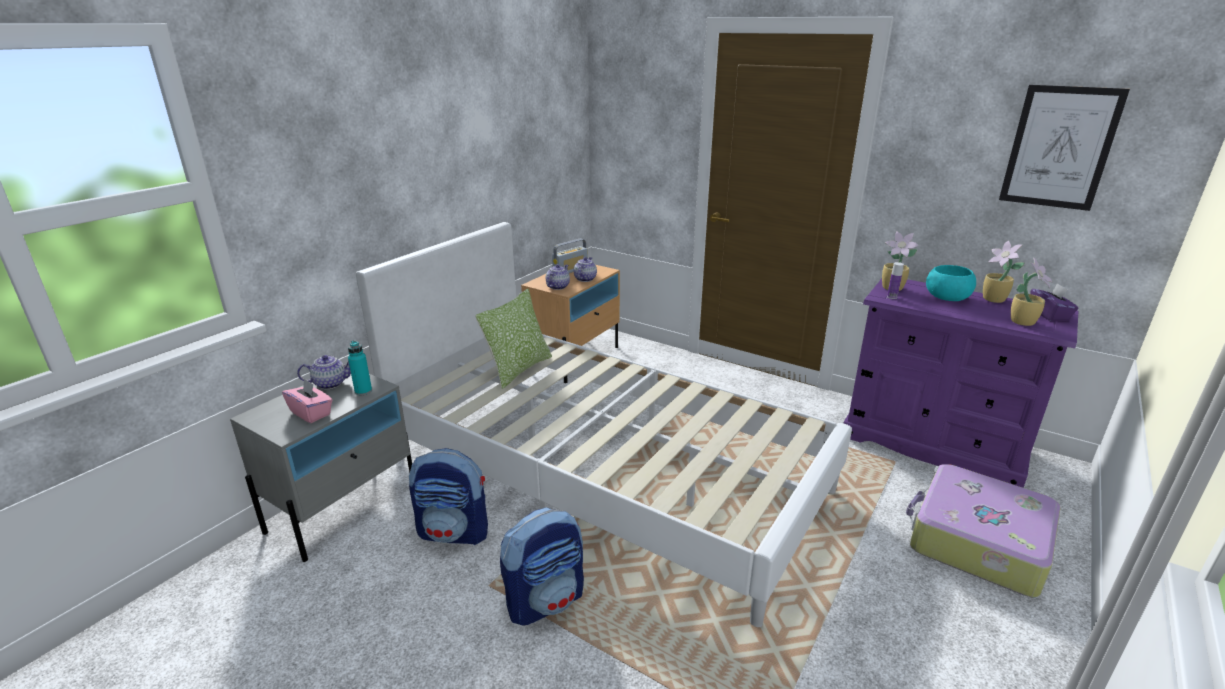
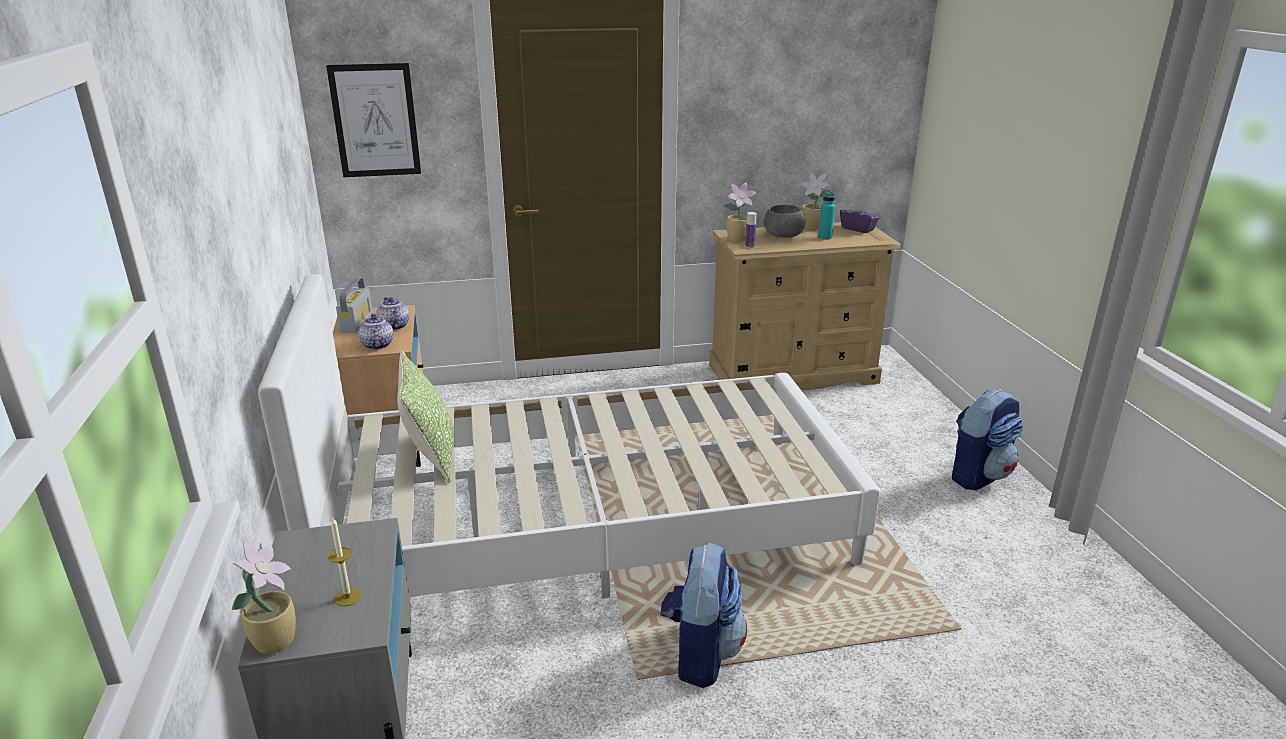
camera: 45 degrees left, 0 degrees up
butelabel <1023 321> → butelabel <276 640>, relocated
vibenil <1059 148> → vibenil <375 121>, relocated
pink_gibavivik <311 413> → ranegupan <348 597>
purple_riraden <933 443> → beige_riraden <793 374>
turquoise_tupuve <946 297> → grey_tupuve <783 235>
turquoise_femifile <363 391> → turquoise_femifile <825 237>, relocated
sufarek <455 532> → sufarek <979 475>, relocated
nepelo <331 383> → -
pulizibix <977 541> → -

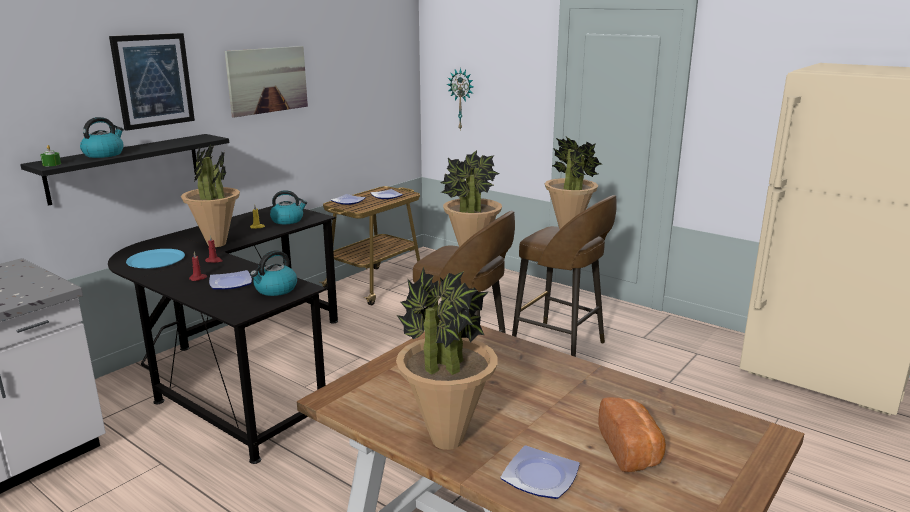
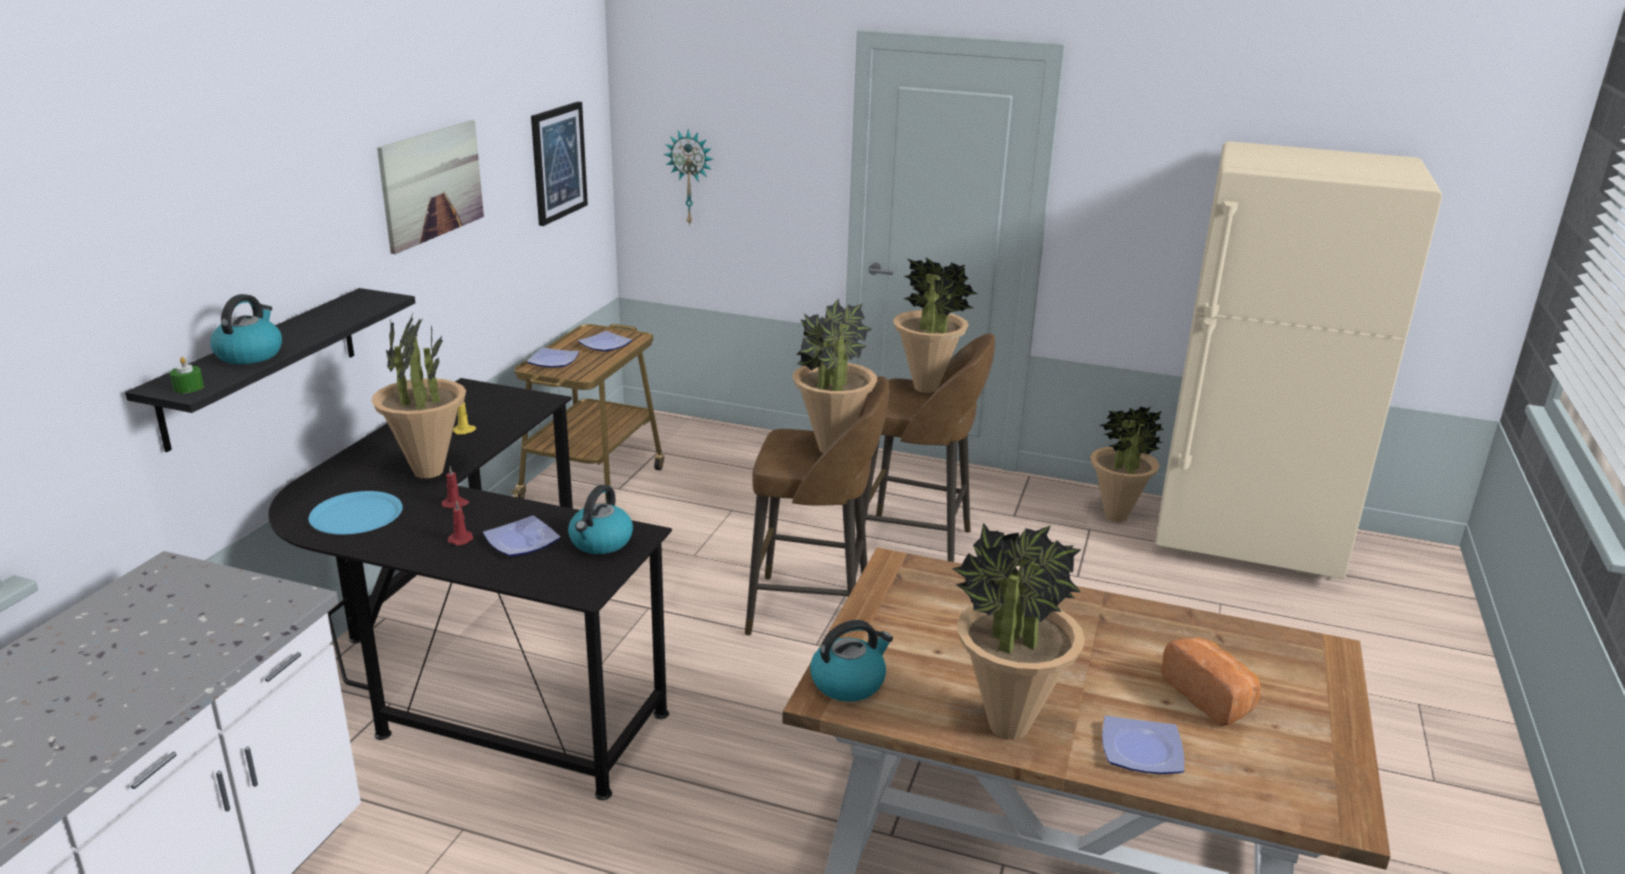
camera: 20 degrees left, 5 degrees up
vibenil <153 80> → vibenil <558 162>, relocated
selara <288 220> → selara <848 682>, relocated
- → butelabel <1116 517>

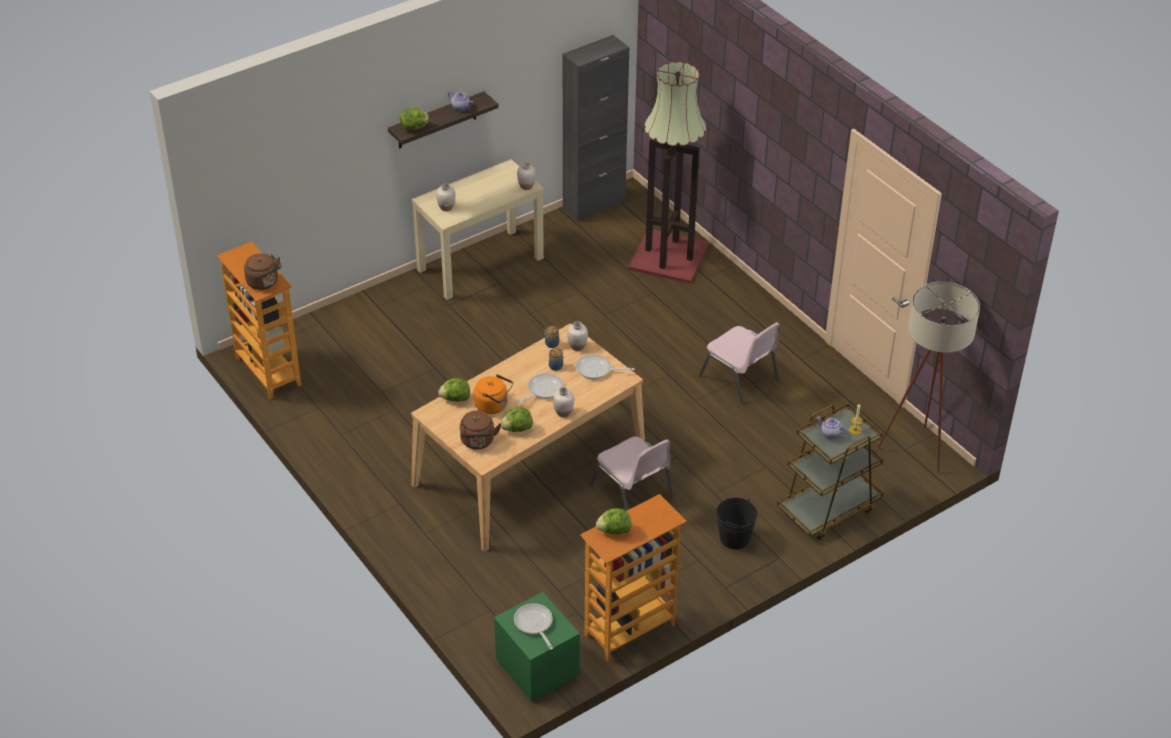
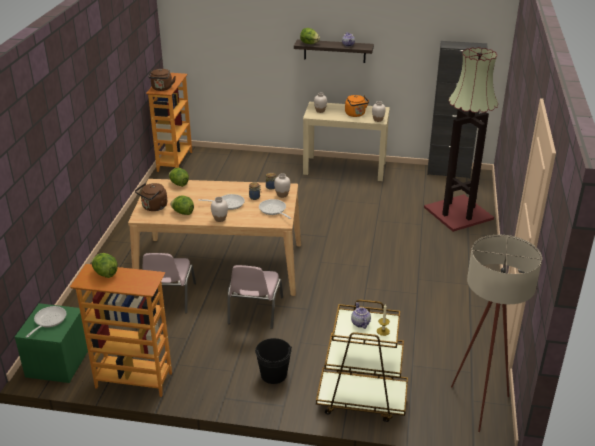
camera: 45 degrees right, 10 degrees down
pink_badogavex <740 378> → pink_badogavex <168 298>, relocated
orange_selara <493 406> → orange_selara <356 114>, relocated

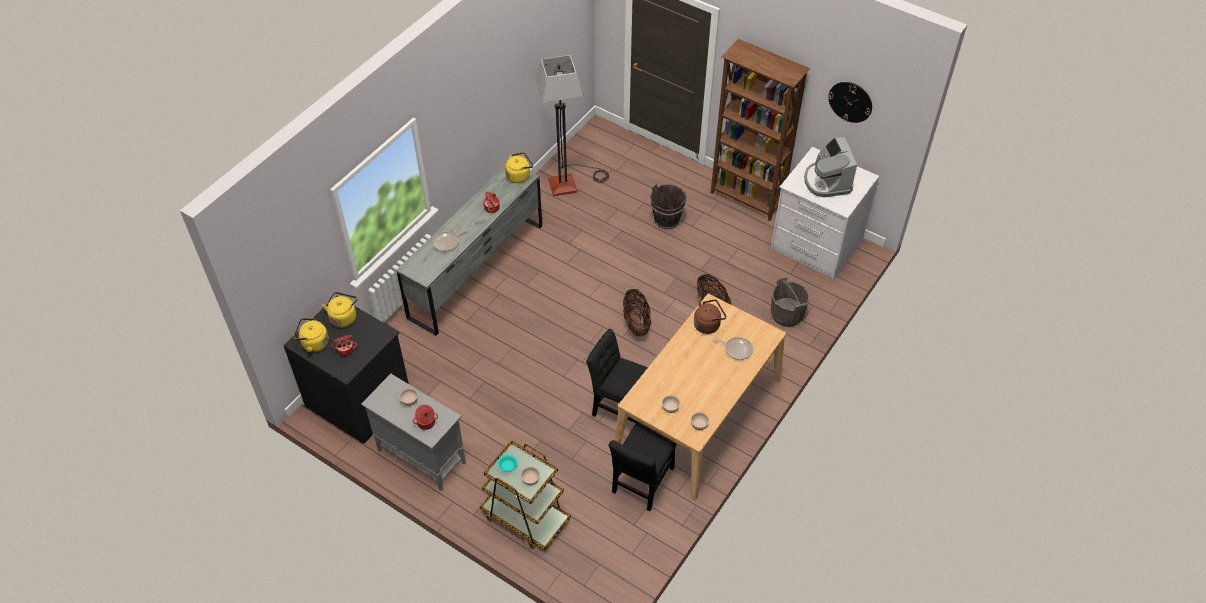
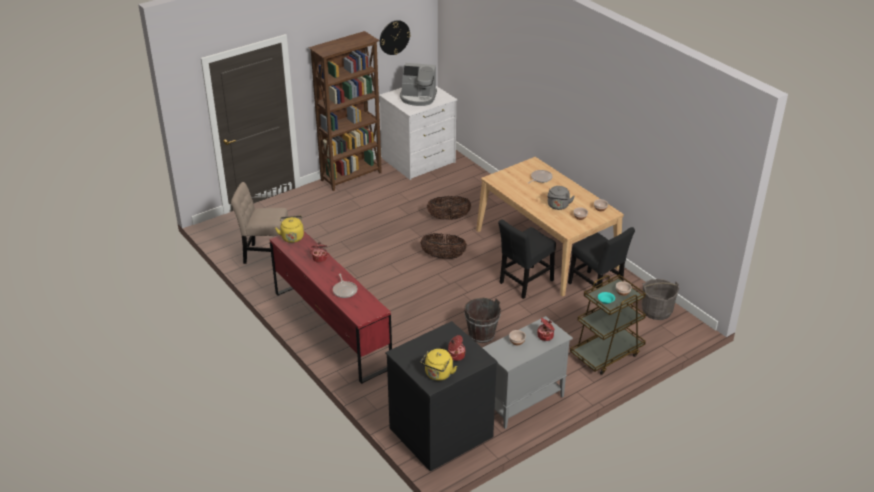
camera: 70 degrees left, 15 degrees down
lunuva <571 182> → beige_badogavex <265 255>
grey_riraden <477 271> → red_riraden <331 329>
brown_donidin <666 220> → brown_donidin <481 335>, relocated
- → grey_selara <558 206>
grey_donidin <787 314> → grey_donidin <656 311>, relocated
yellow_selara <344 317> → -
brown_selara <708 324> → -

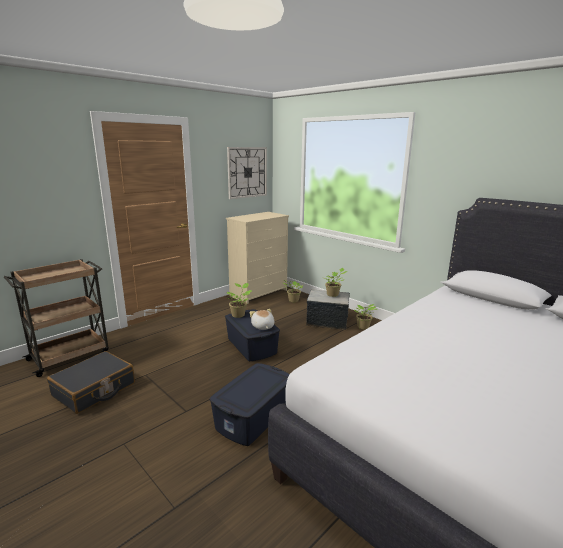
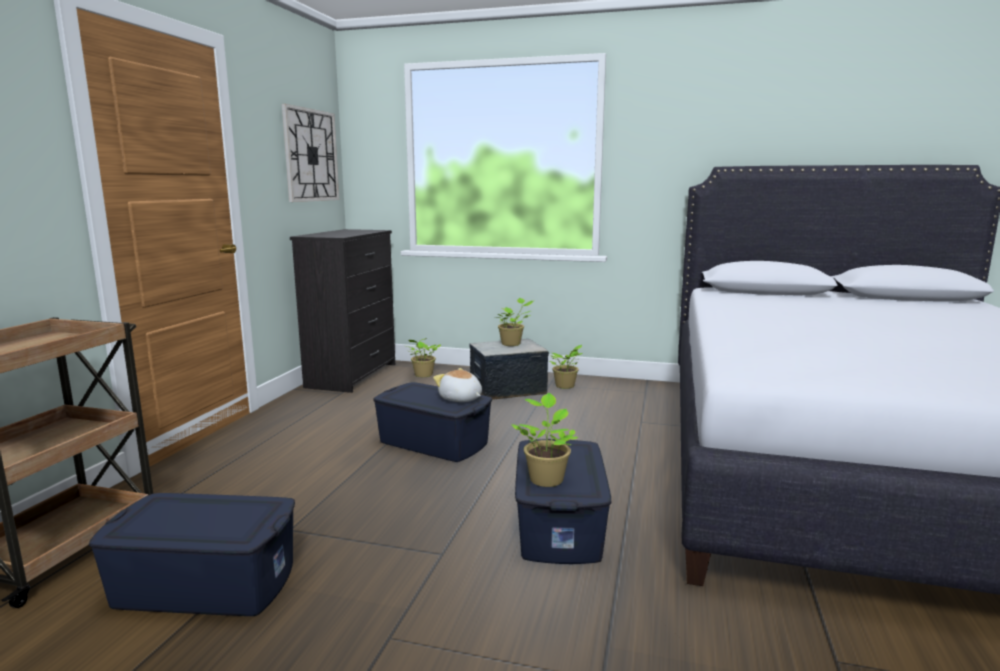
camera: 30 degrees left, 5 degrees down
black_pulizibix <94 390> → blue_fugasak <206 584>
beige_riraden <259 293> → black_riraden <353 375>
butelabel <239 314> → butelabel <546 478>, relocated

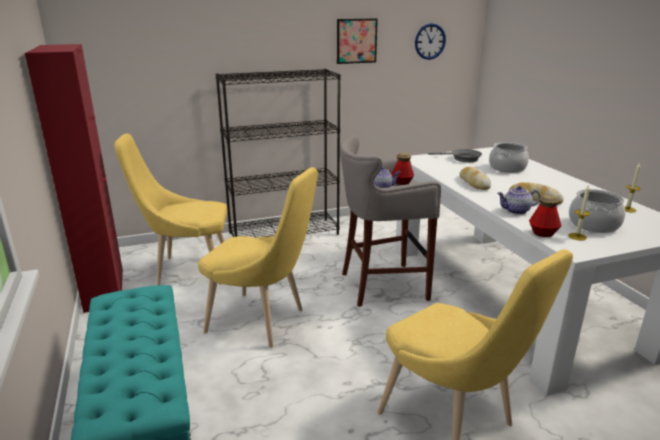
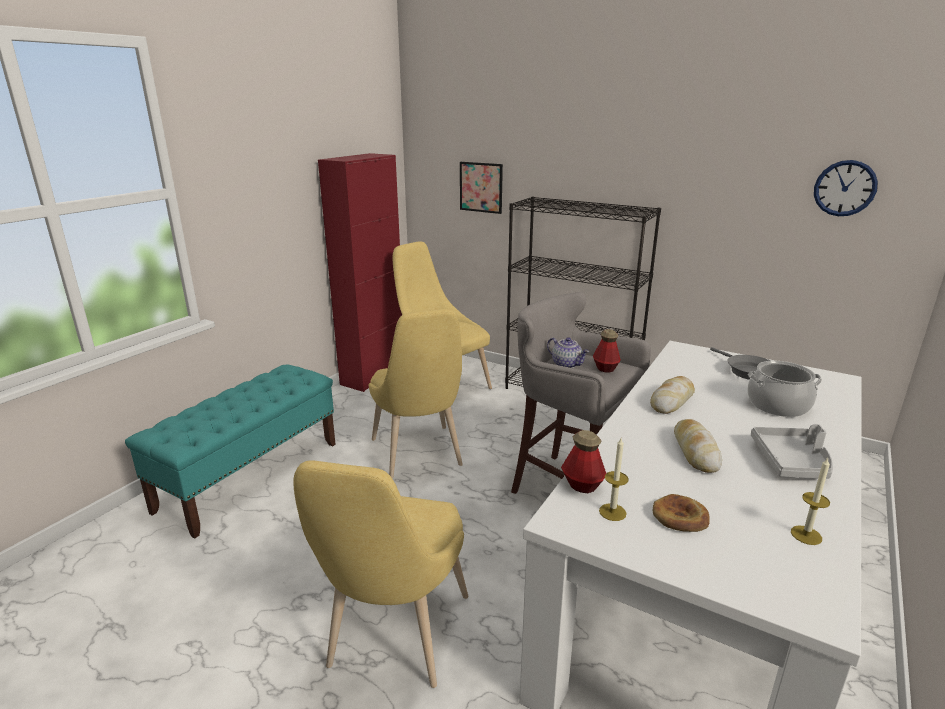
camera: 50 degrees right, 0 degrees up
vibenil <356 41> → vibenil <481 187>, relocated
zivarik <594 225> → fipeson <680 517>
- → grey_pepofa <791 462>
nepelo <516 211> → -

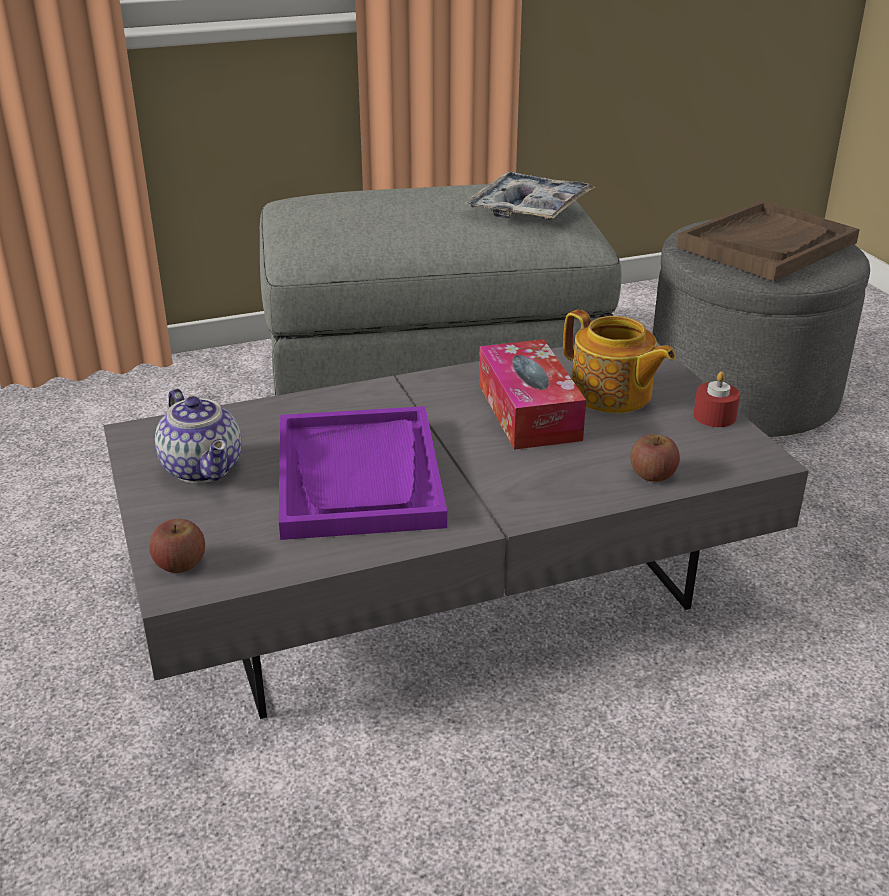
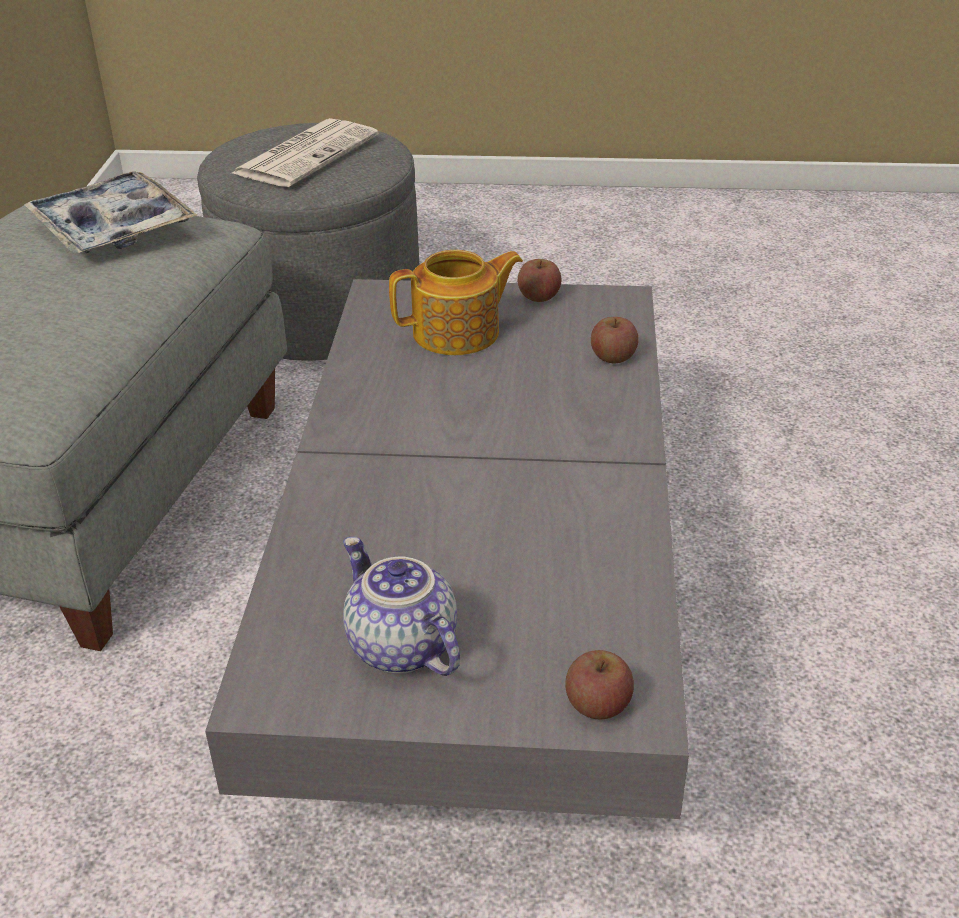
camera: 65 degrees left, 5 degrees up
brown_pepofa <766 244> → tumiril <306 154>
nepelo <204 468> → nepelo <399 647>, 120 degrees counterclockwise
red_ranegupan <714 416> → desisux <539 296>
purple_pepofa <359 476> → -
gibavivik <528 411> → -

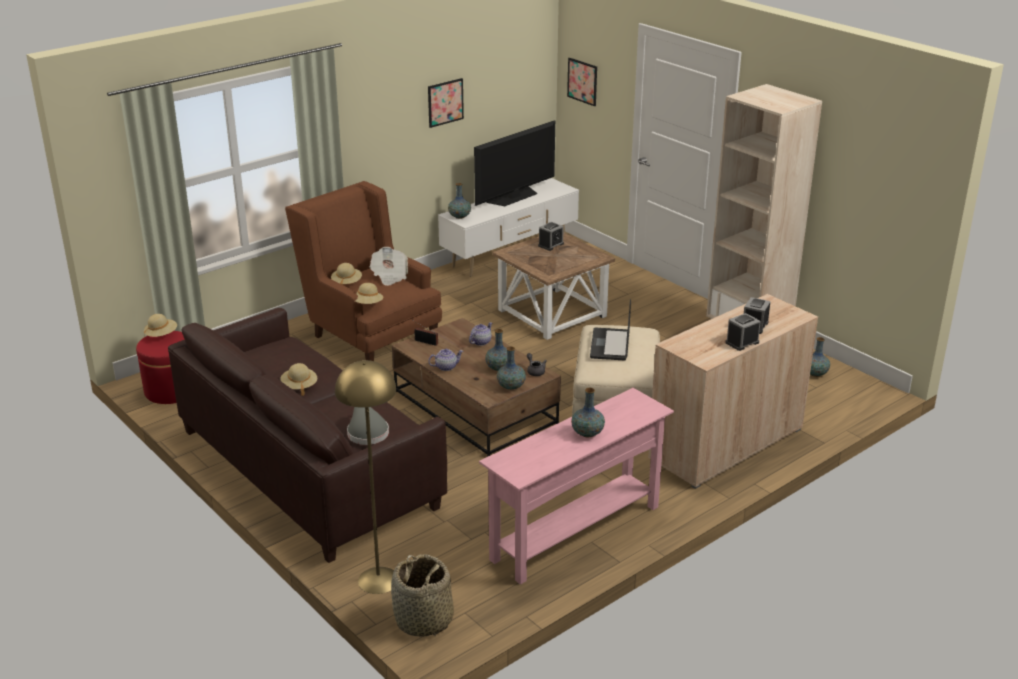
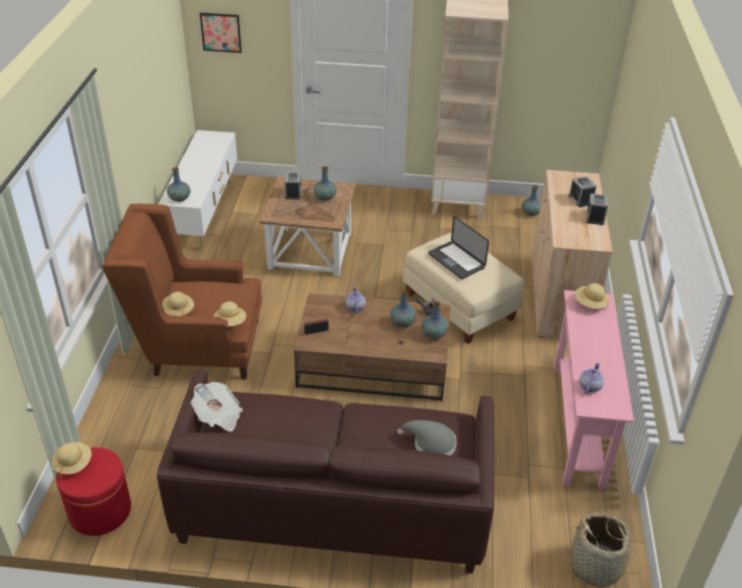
camera: 45 degrees left, 10 degrees up
tumiril <389 276> → tumiril <218 416>, relocated
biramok <587 433> → biramok <325 198>, relocated
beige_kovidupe <299 386> → beige_kovidupe <590 304>, relocated
nepelo <446 367> → nepelo <589 386>, relocated
yellow_lunuva <378 580> → -
vibenil <445 102> → -
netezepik <514 197> → -

